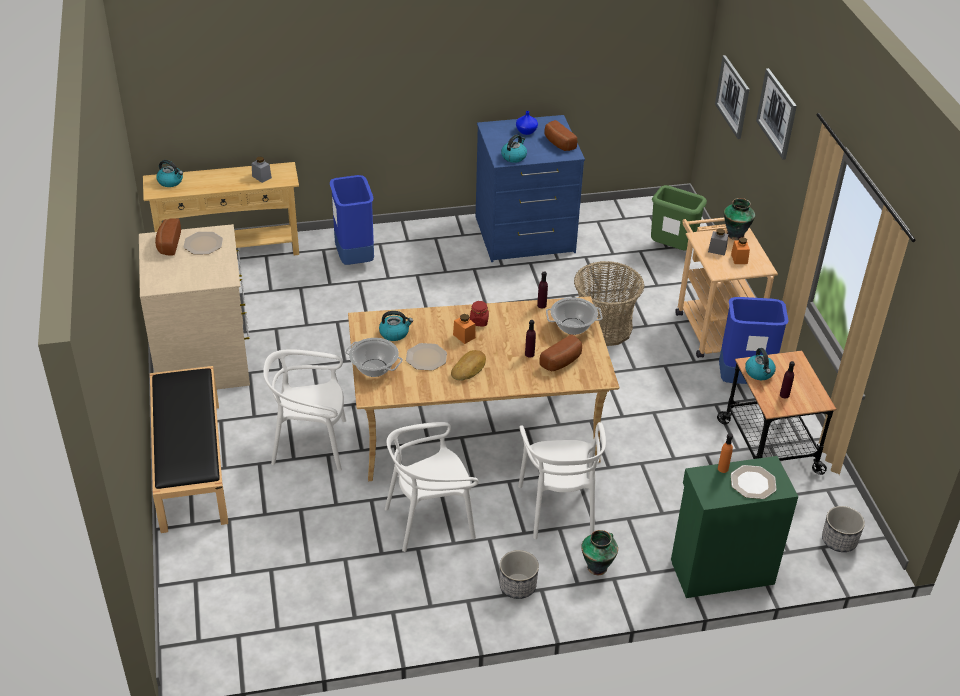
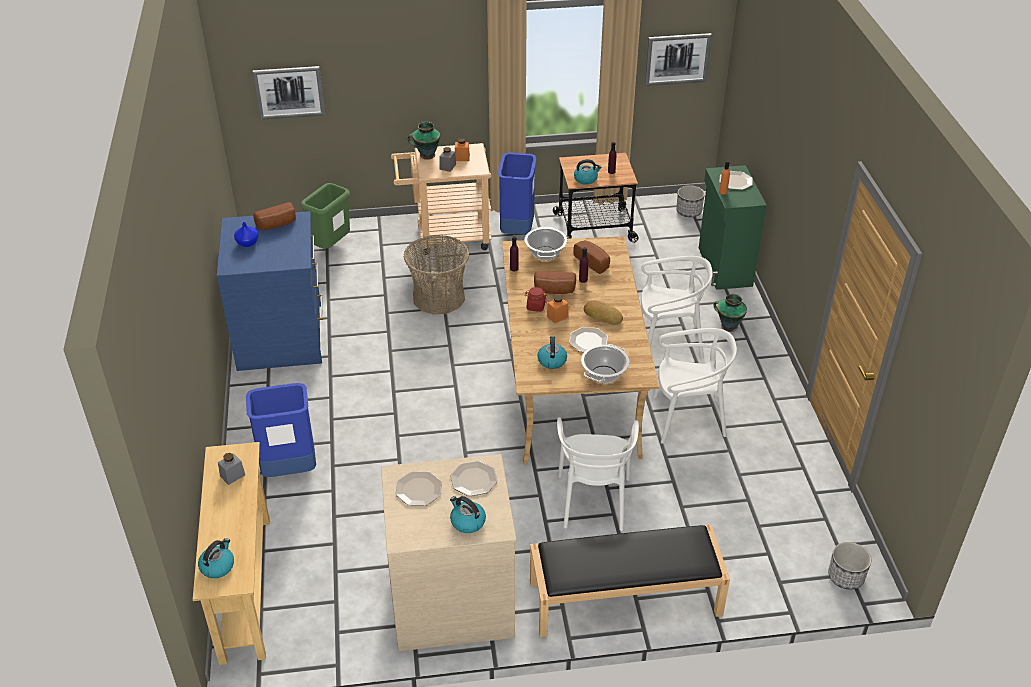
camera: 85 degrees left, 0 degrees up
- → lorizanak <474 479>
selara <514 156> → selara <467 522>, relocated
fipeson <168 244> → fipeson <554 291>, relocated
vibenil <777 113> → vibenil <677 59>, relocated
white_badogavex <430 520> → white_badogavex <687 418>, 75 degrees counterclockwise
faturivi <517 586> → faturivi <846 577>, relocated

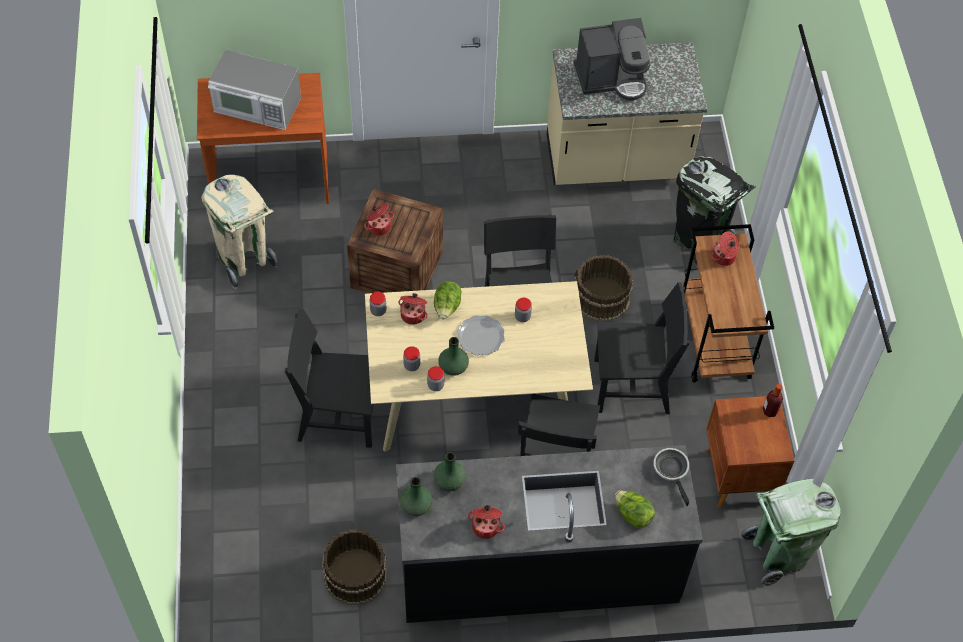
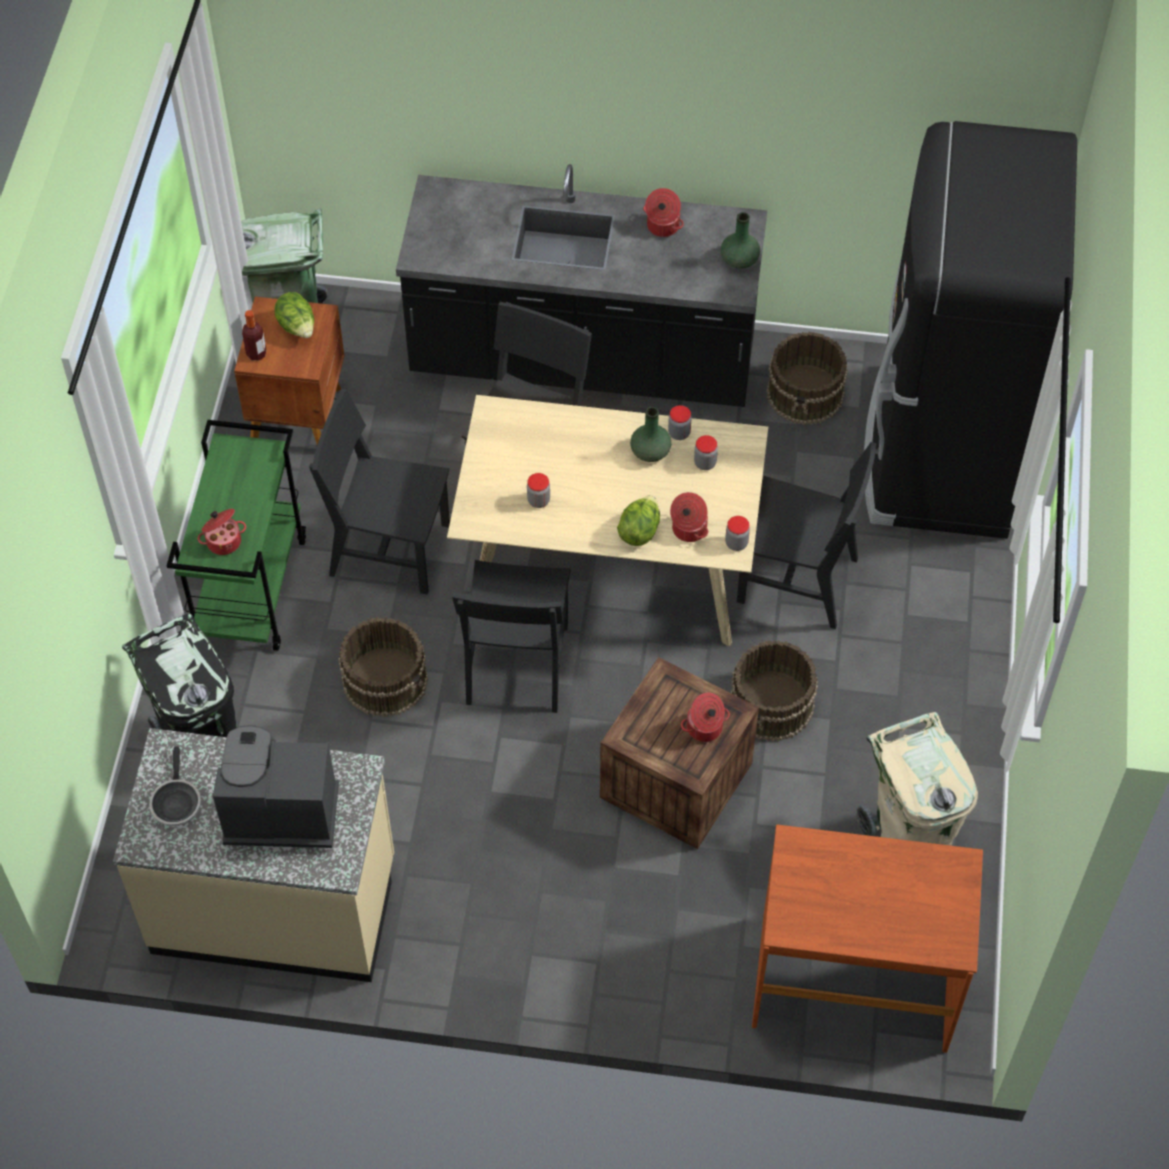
camera: 165 degrees left, 0 degrees up
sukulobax <672 470> → sukulobax <176 802>, relocated
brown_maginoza <714 341> → green_maginoza <250 588>
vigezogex <632 515> → vigezogex <297 327>, relocated
- → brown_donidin <772 704>
- → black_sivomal <939 451>
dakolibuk <257 106> → -
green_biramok <450 481> → -
lorizanak <480 336> → -

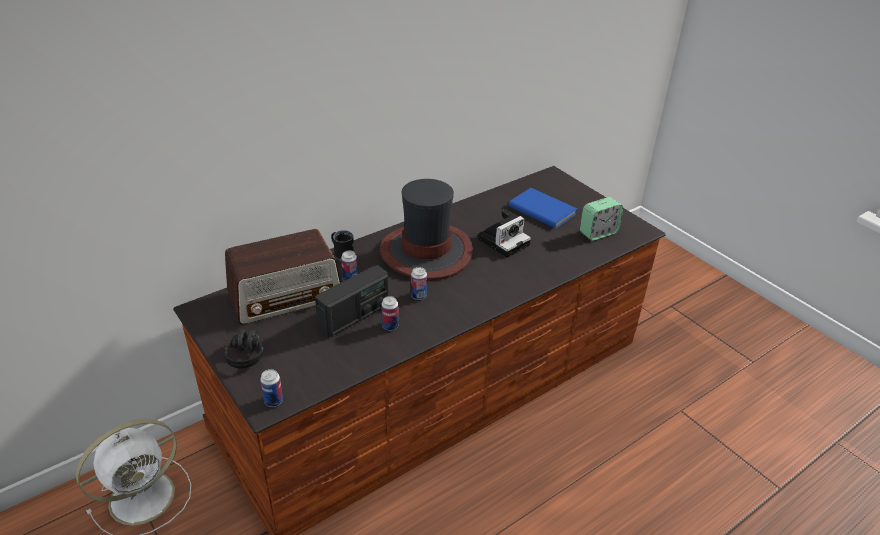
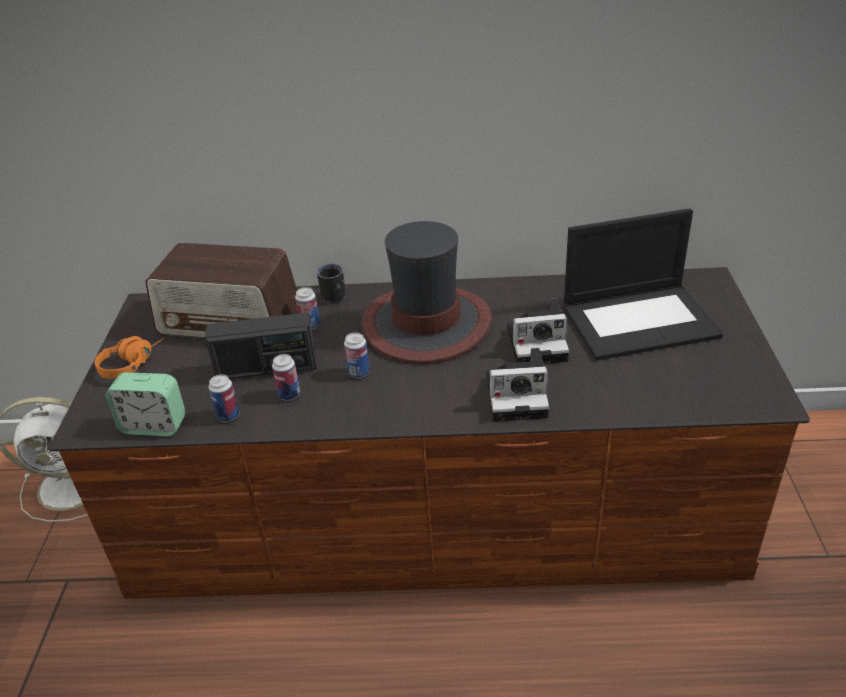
camera: 40 degrees right, 0 degrees up
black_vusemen <247 351> → orange_vusemen <133 363>
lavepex <598 233> → lavepex <154 425>, relocated
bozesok <273 401> → bozesok <228 416>, relocated
- → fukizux <519 396>
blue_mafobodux <542 209> → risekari <640 320>

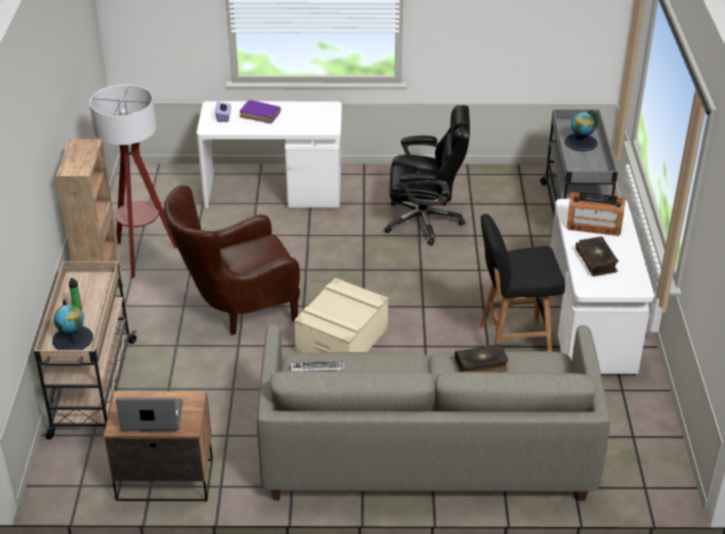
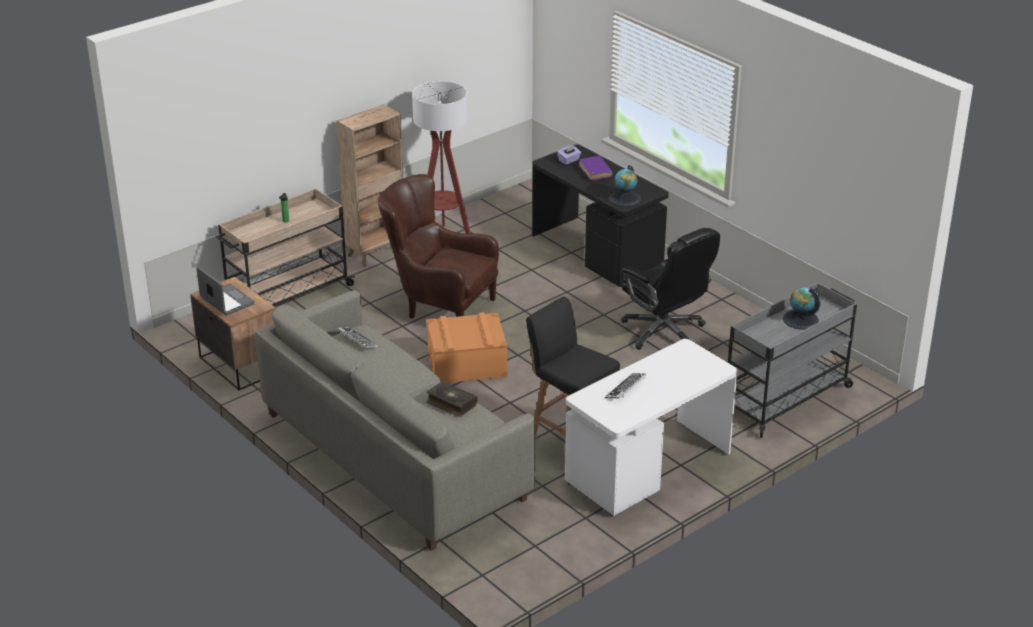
camera: 50 degrees right, 5 degrees down
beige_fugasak <342 340> → orange_fugasak <467 364>
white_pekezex <274 191> → black_pekezex <597 252>
mafobodux <596 261> → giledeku <626 389>
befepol <73 339> → befepol <625 199>, relocated
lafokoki <593 225> → -

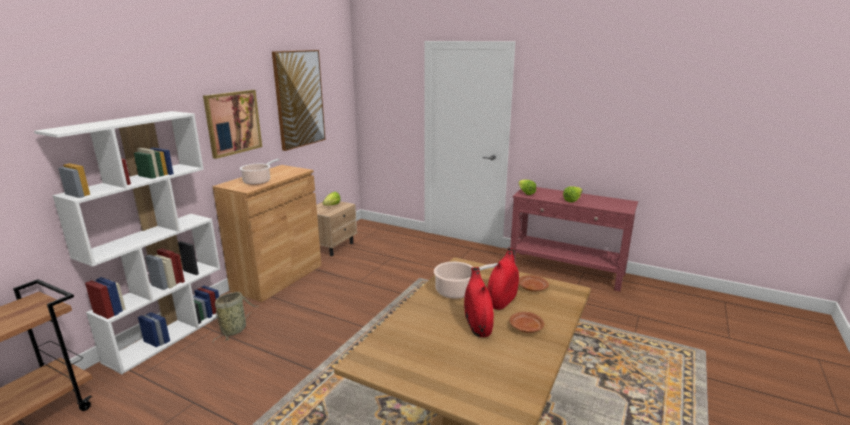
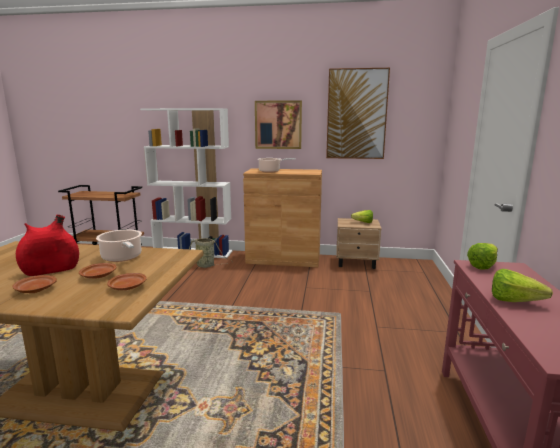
camera: 70 degrees right, 5 degrees down
red_biramok <502 300> → brown_lorizanak <99 276>

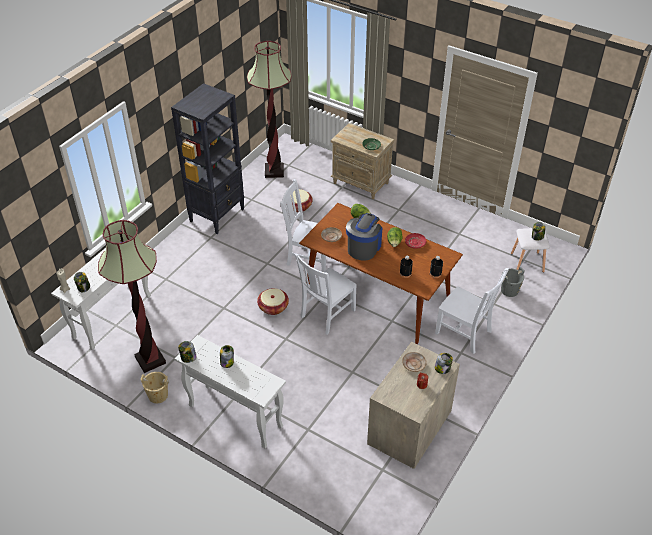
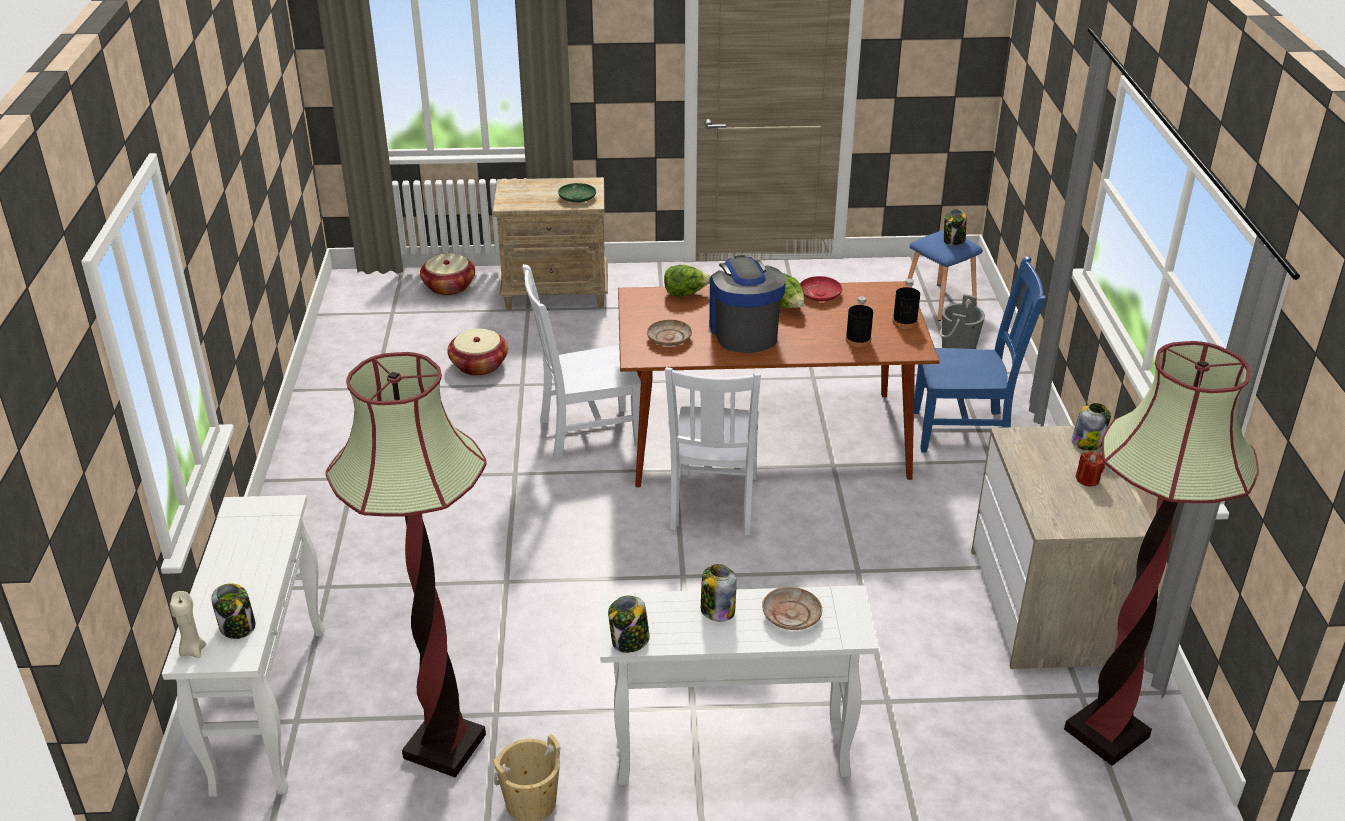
camera: 35 degrees left, 10 degrees down
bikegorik <273 307> → bikegorik <449 286>, relocated
beige_lorizanak <414 364> → beige_lorizanak <791 615>, relocated
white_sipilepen <527 263> → blue_sipilepen <940 302>
white_badogavex <465 333> → blue_badogavex <965 431>
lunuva <274 171> → lunuva <1106 733>, relocated
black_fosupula <217 215> → -

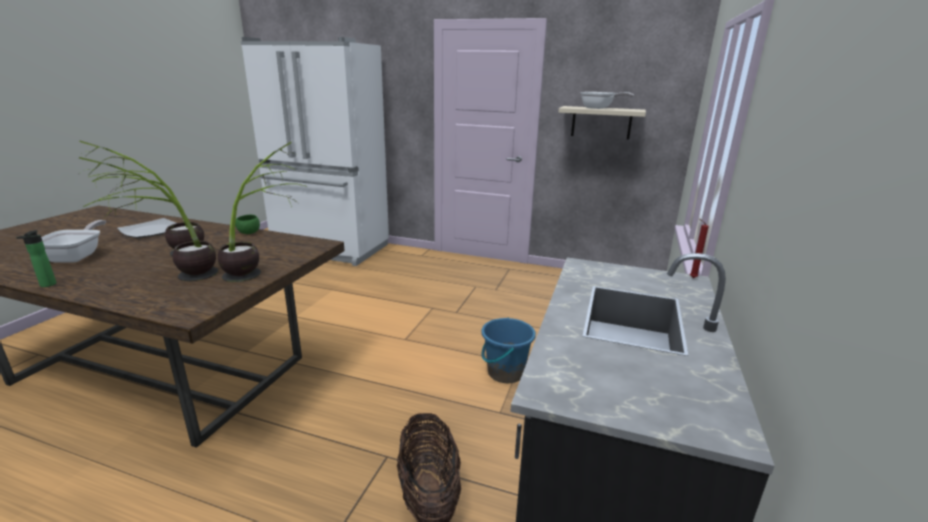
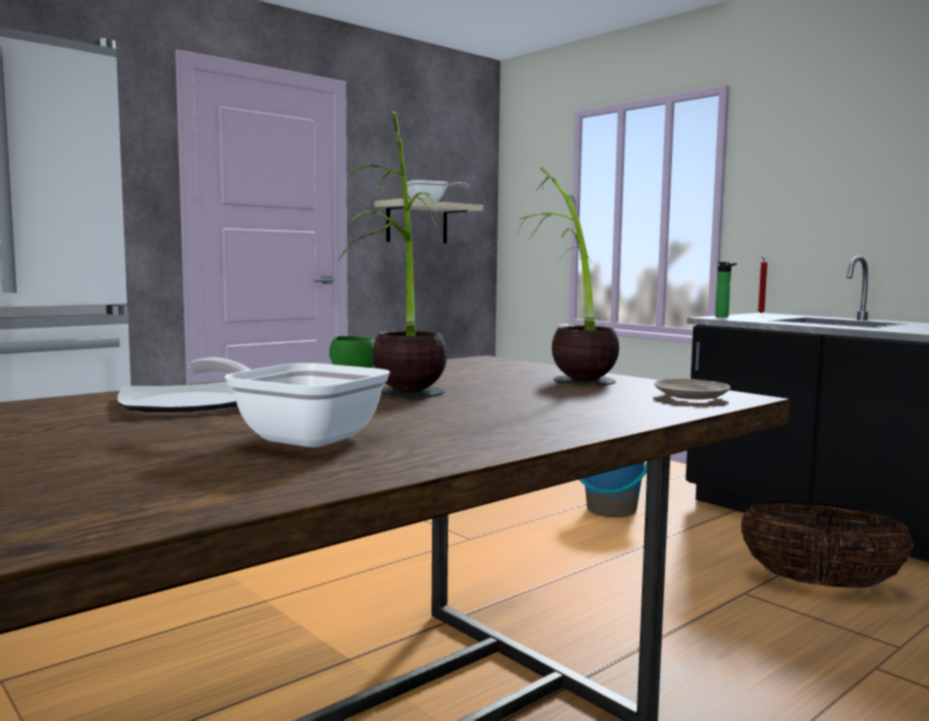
camera: 60 degrees left, 15 degrees down
- → beige_lorizanak <692 396>
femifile <46 285> → femifile <724 316>, relocated
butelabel <174 280> → -

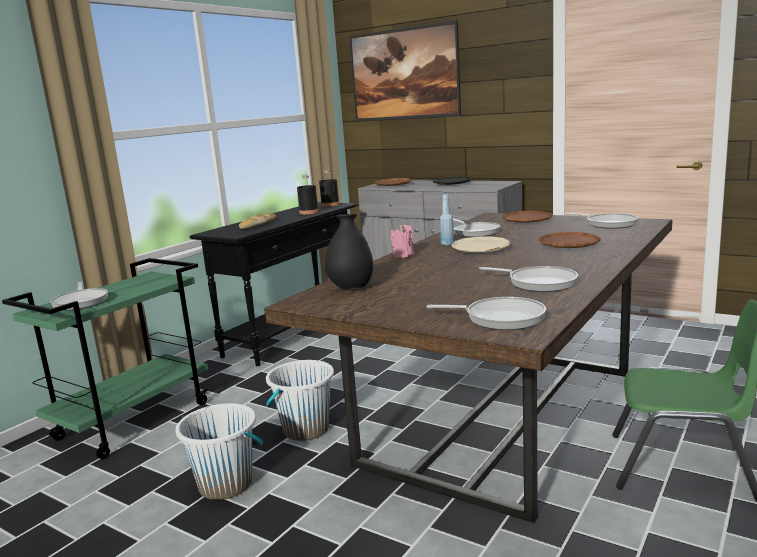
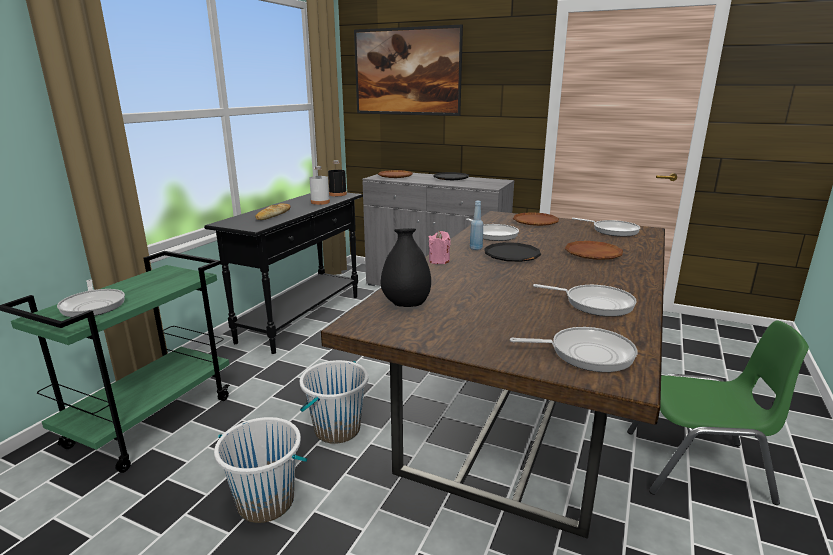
camera: 10 degrees left, 5 degrees up
black_femifile <309 212> → white_femifile <320 202>
beige_lorizanak <480 249> → black_lorizanak <511 256>

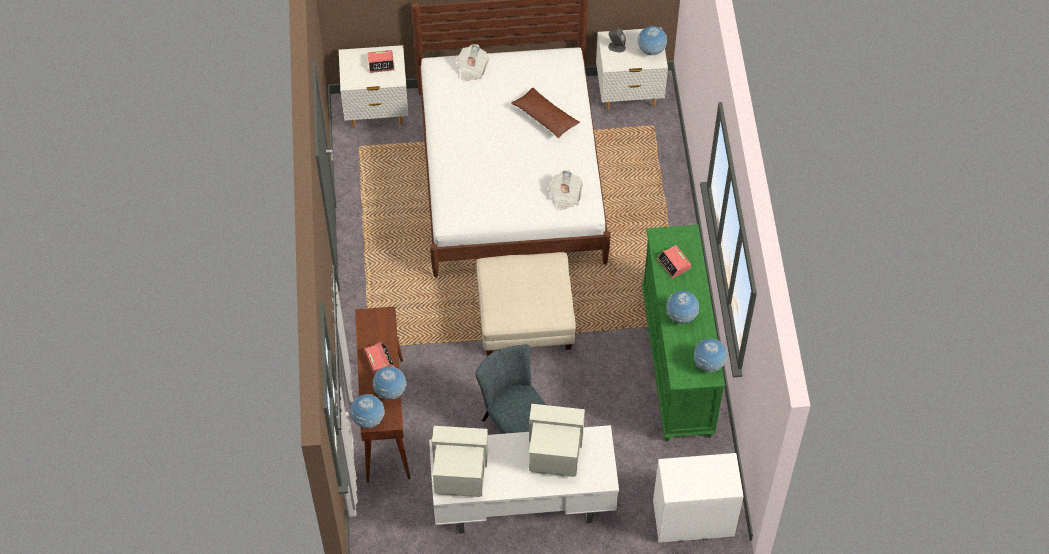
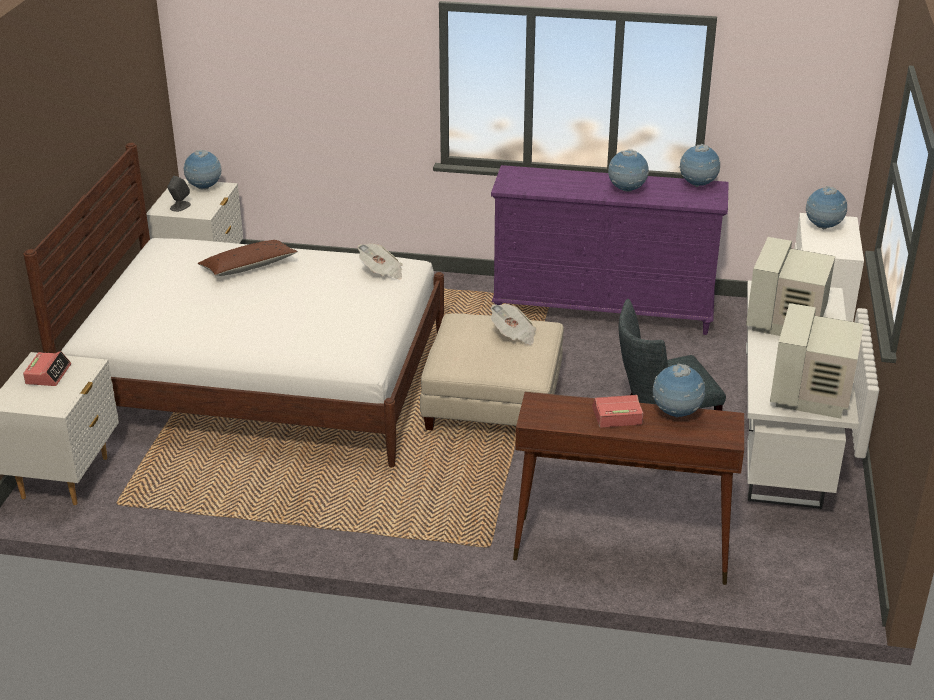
camera: 75 degrees left, 25 degrees down
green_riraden <677 364> → purple_riraden <603 311>
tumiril <472 69> → tumiril <514 335>, relocated
befepol <368 420> → befepol <823 227>, relocated
lavepex <674 264> → -

